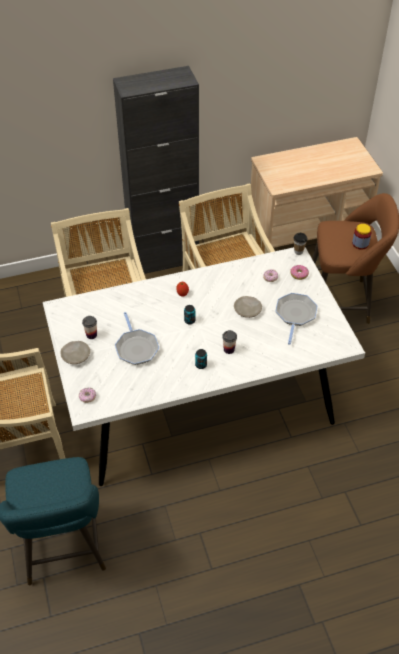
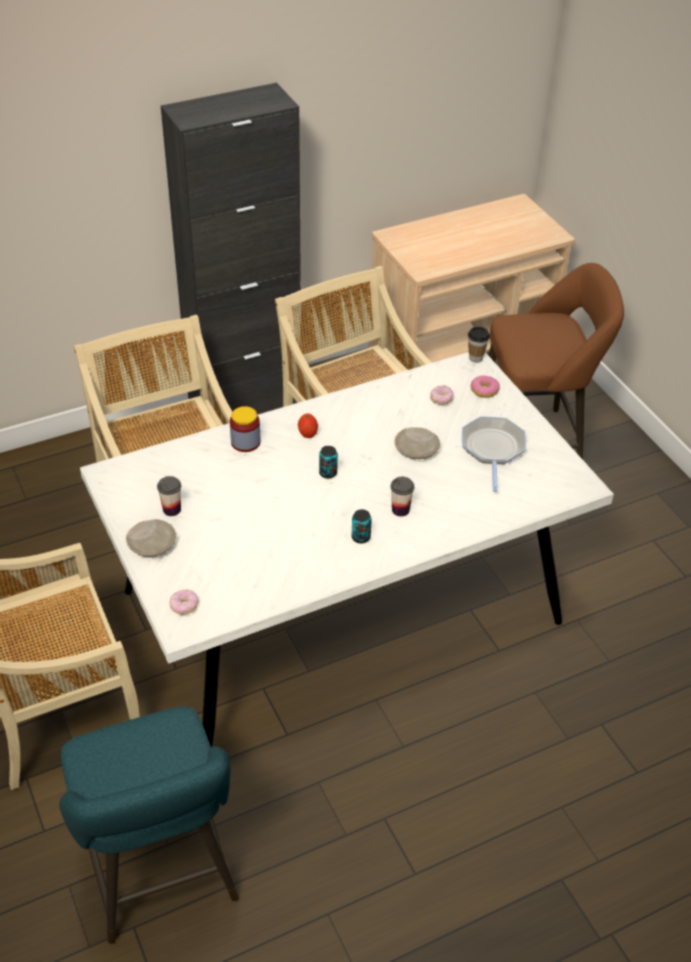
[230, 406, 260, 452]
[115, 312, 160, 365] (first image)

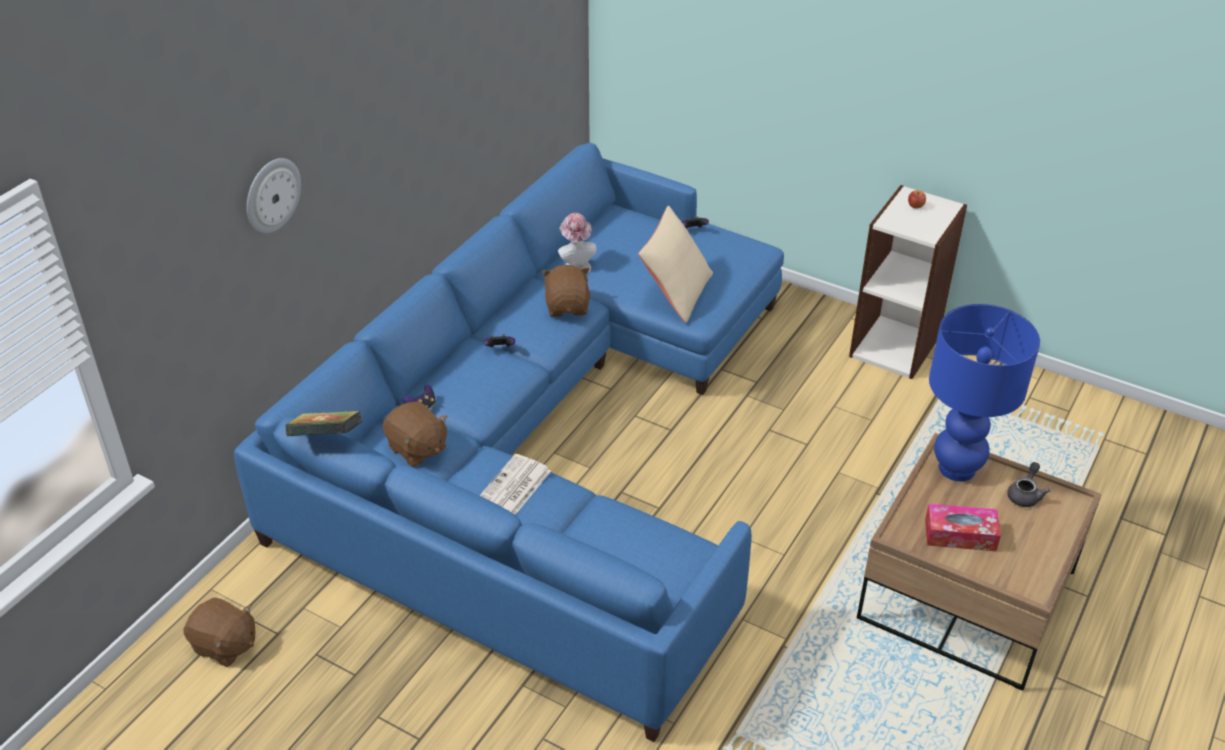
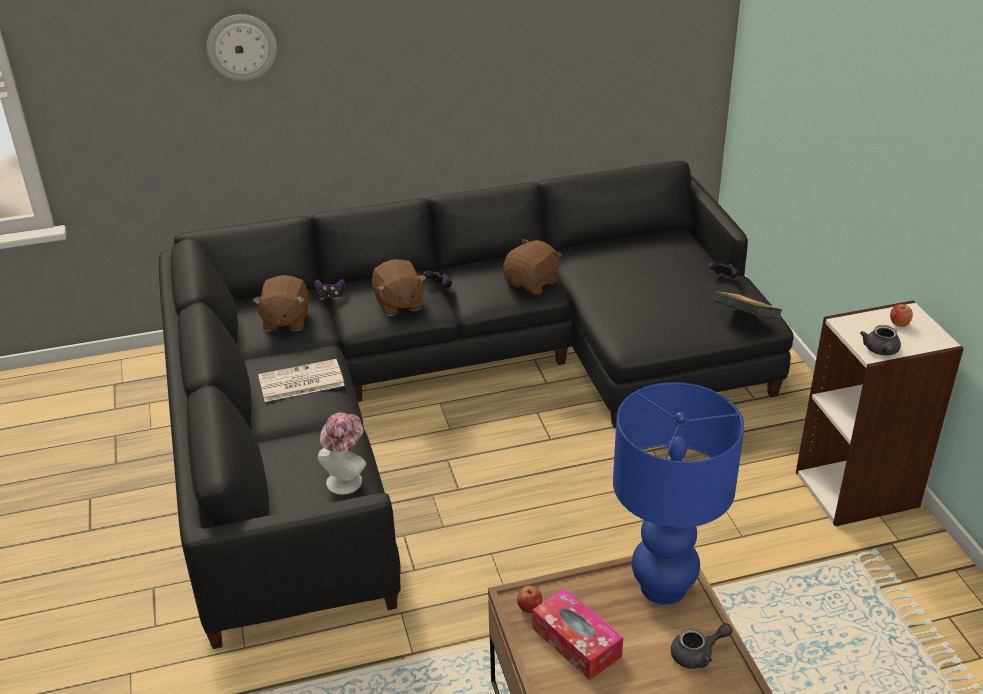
[159, 161, 794, 649]
[638, 206, 713, 323] (first image)
[318, 412, 366, 495]
[714, 291, 782, 319]
[372, 259, 427, 316]
[860, 325, 901, 356]
[517, 586, 542, 613]

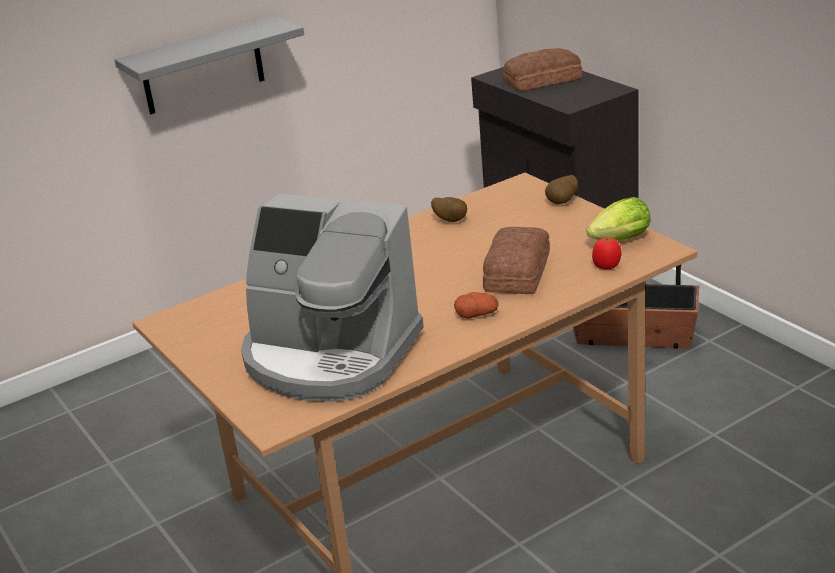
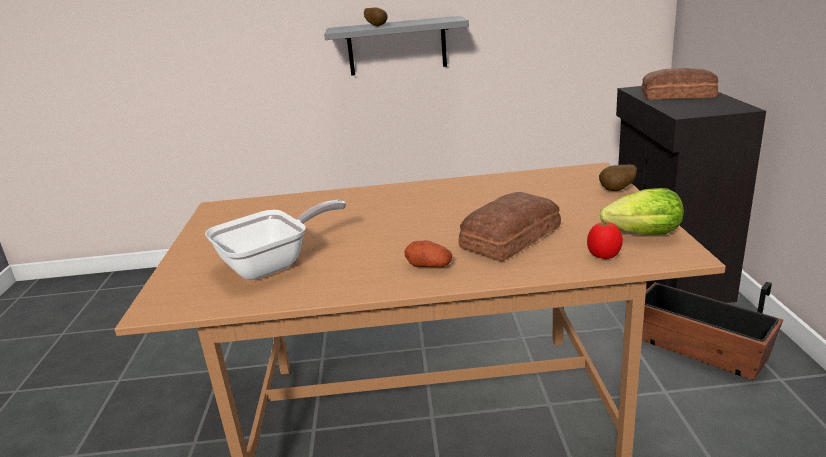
[205, 200, 346, 280]
[364, 7, 388, 26]

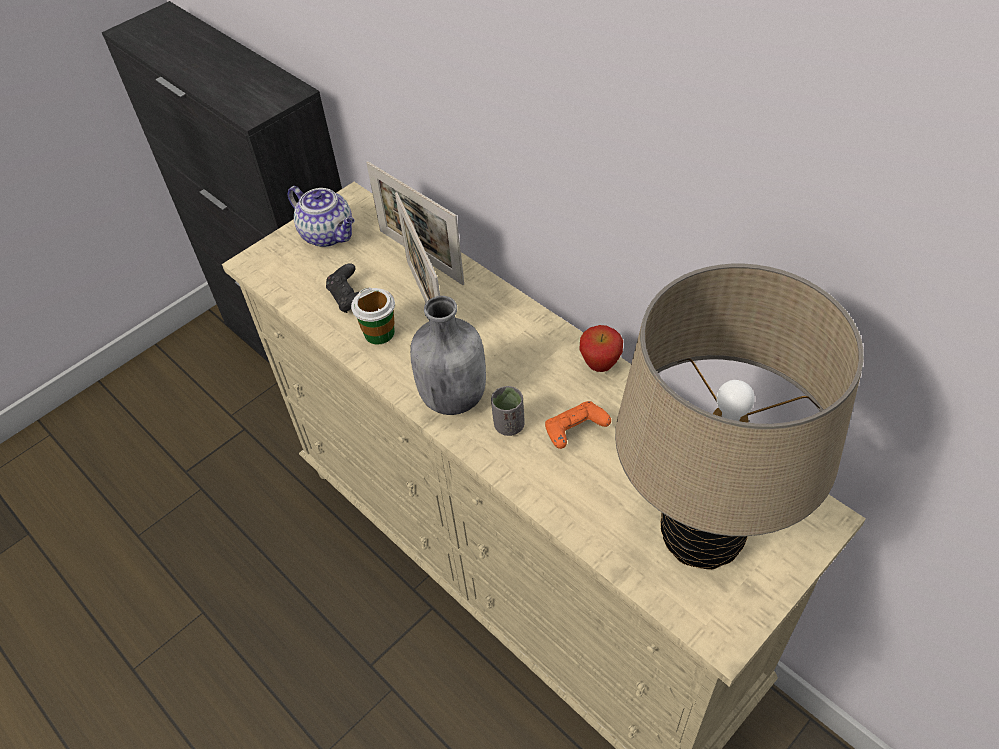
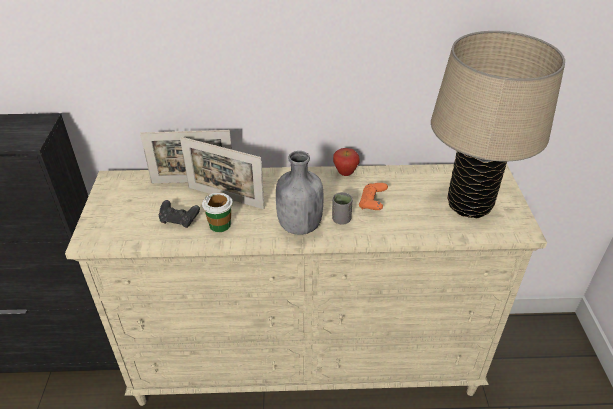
[288, 186, 354, 247] (first image)

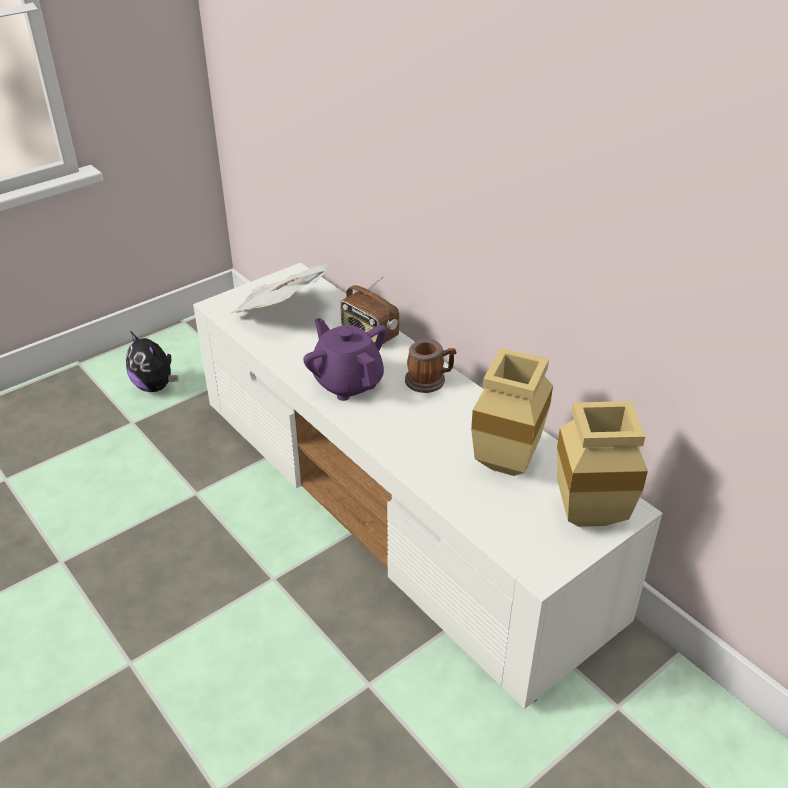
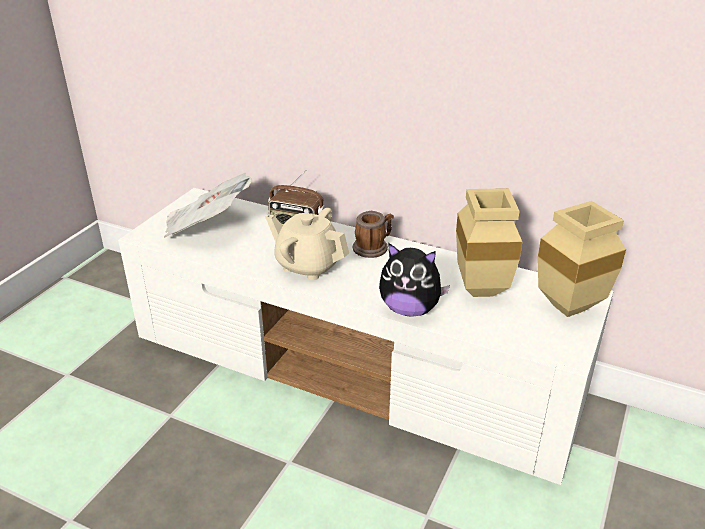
[266, 208, 349, 280]
[379, 243, 450, 317]

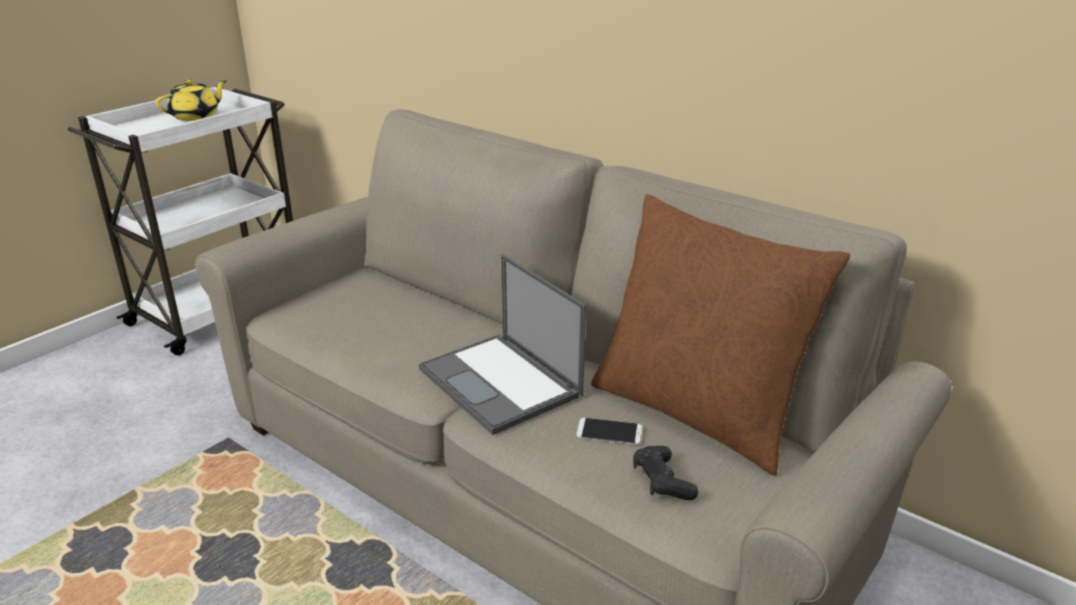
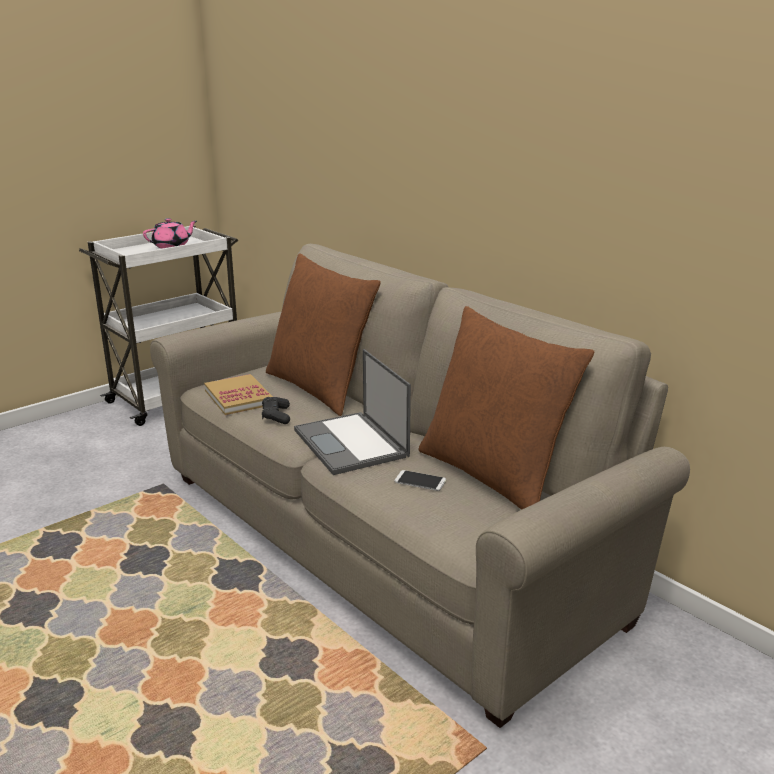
[143, 218, 197, 249]
[262, 397, 290, 424]
[266, 253, 381, 416]
[204, 374, 273, 415]

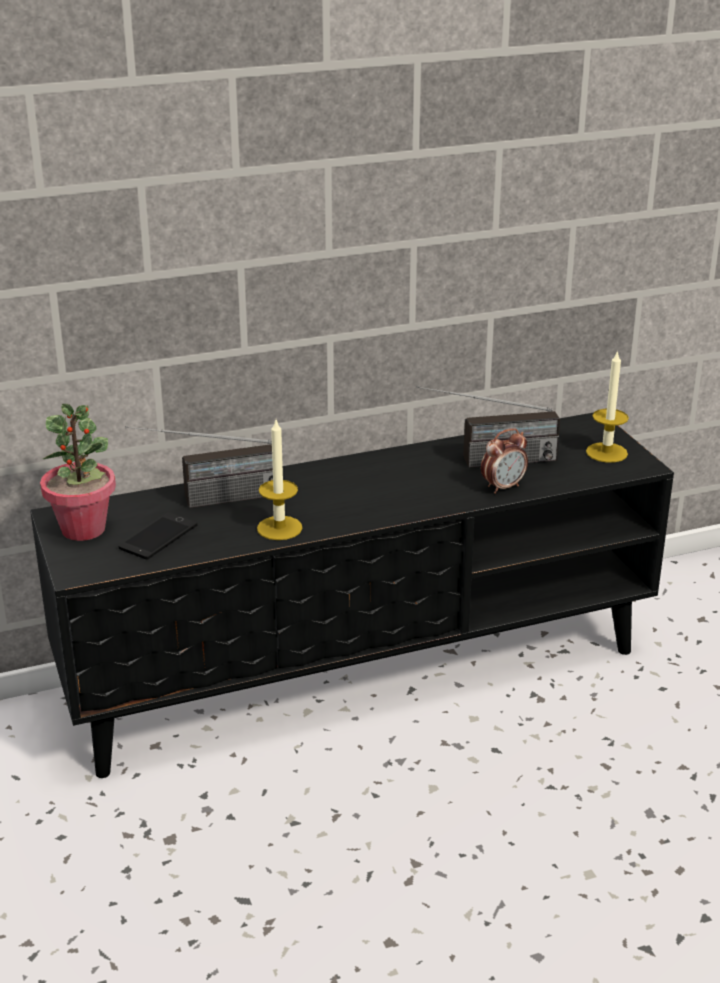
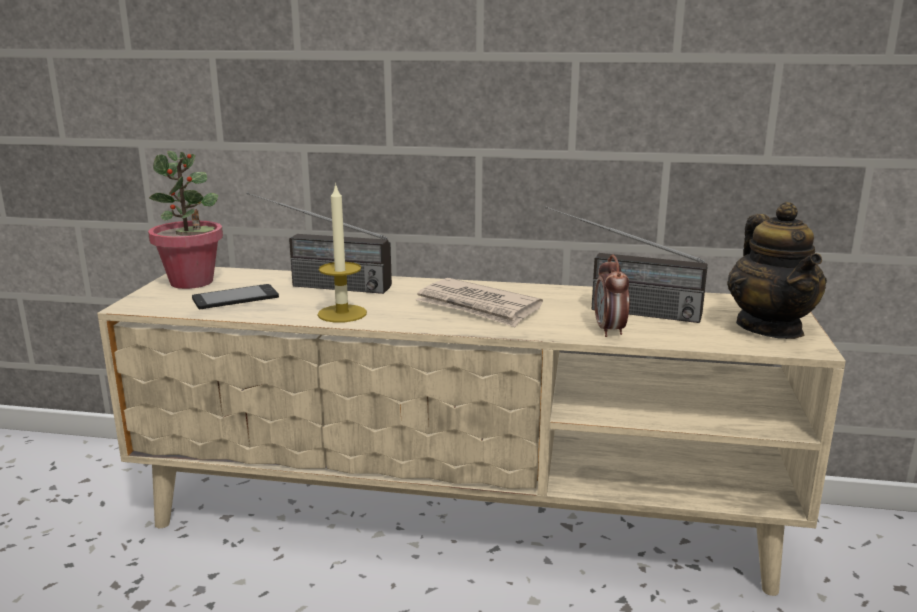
[727, 202, 827, 339]
[97, 267, 846, 596]
[594, 254, 629, 337]
[416, 278, 543, 327]

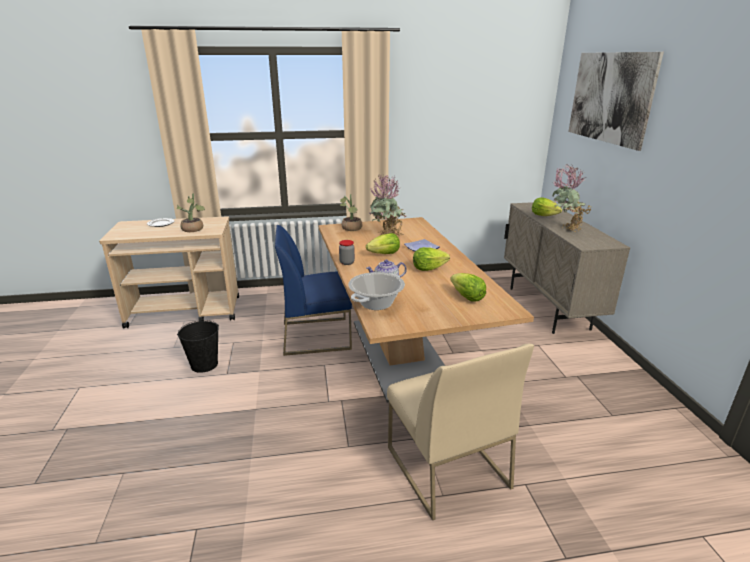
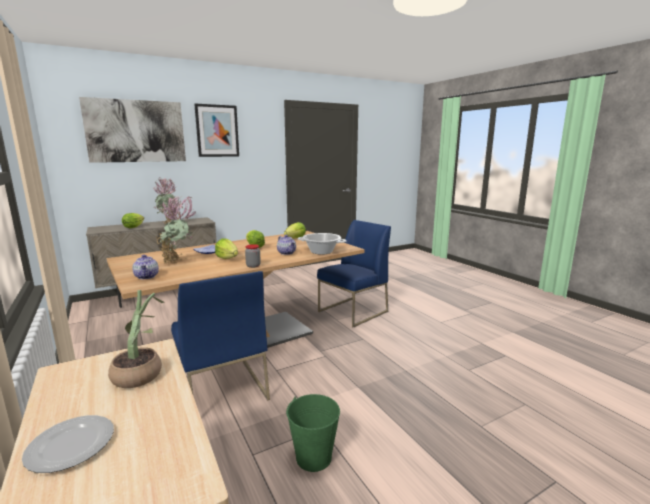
[132, 255, 159, 279]
[286, 394, 340, 472]
[317, 220, 391, 328]
[194, 104, 239, 157]

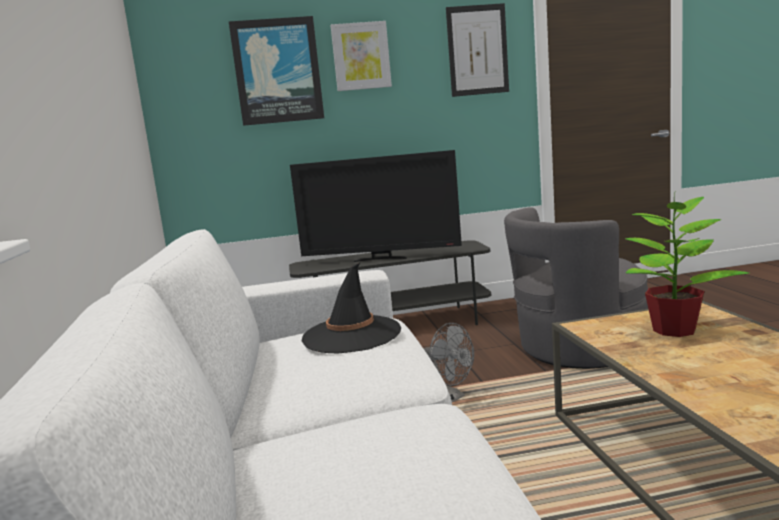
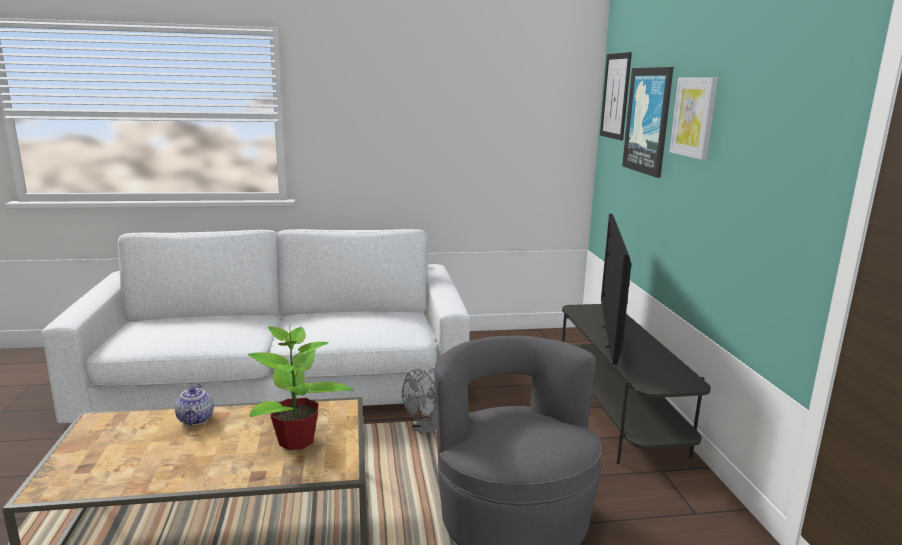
[600, 52, 632, 141]
[302, 263, 401, 353] (first image)
[175, 383, 214, 425]

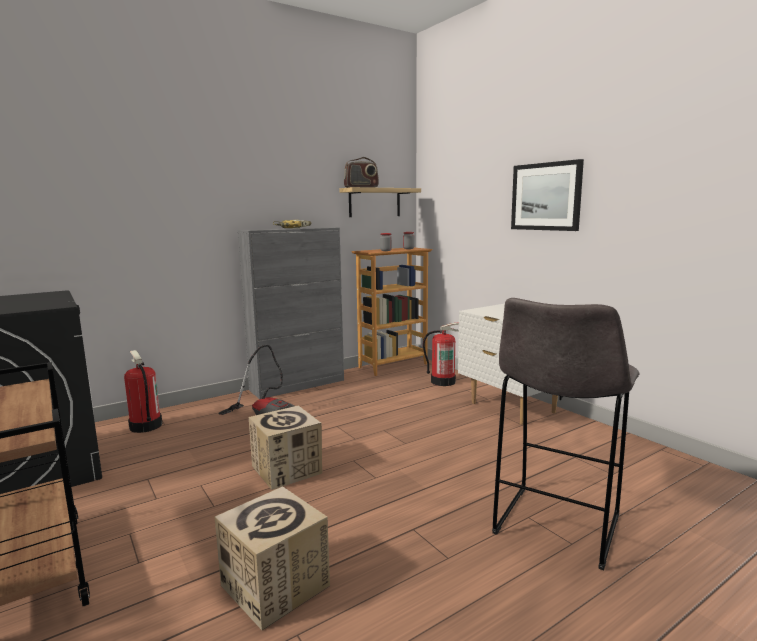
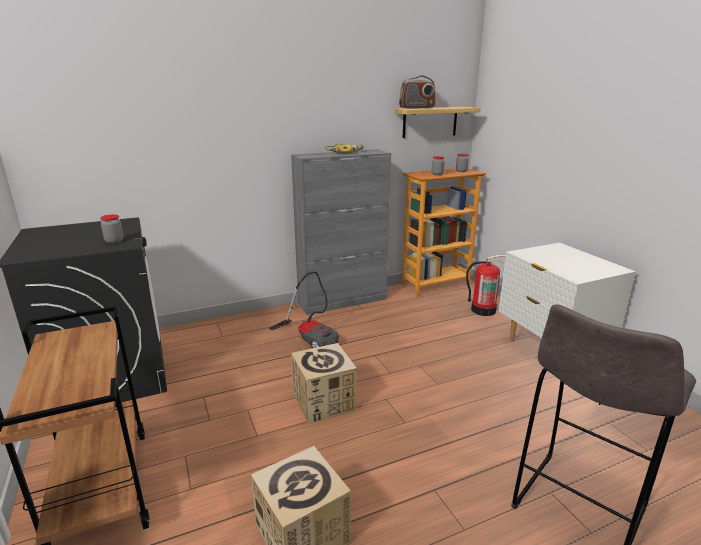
[511, 159, 584, 231] (first image)
[124, 350, 162, 433] (first image)
[100, 214, 124, 244]

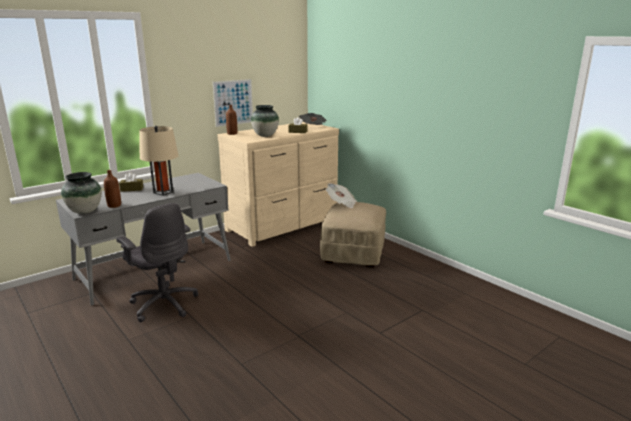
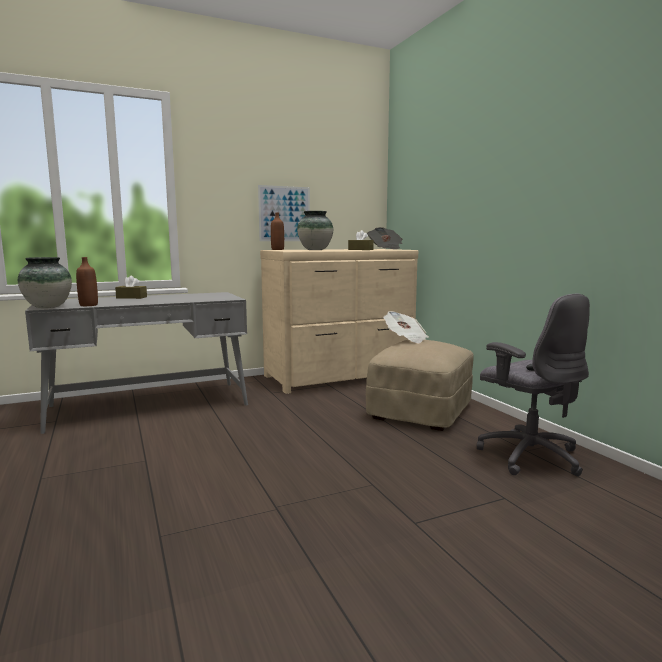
[139, 126, 179, 196] (first image)
[476, 294, 590, 476]

